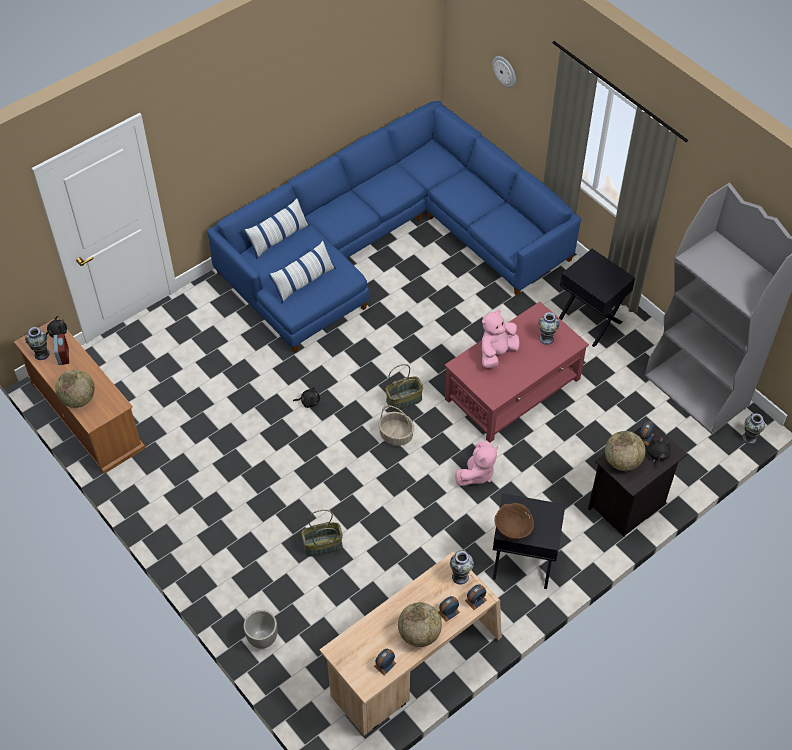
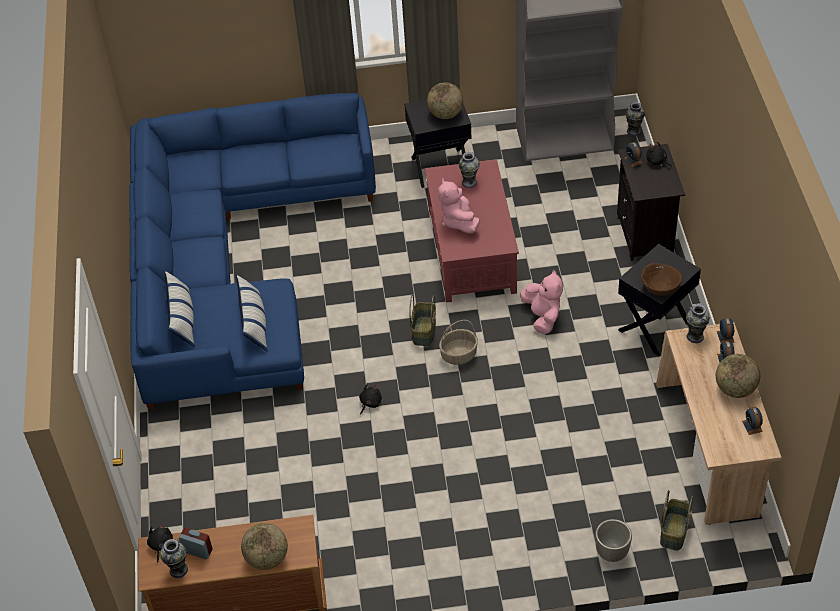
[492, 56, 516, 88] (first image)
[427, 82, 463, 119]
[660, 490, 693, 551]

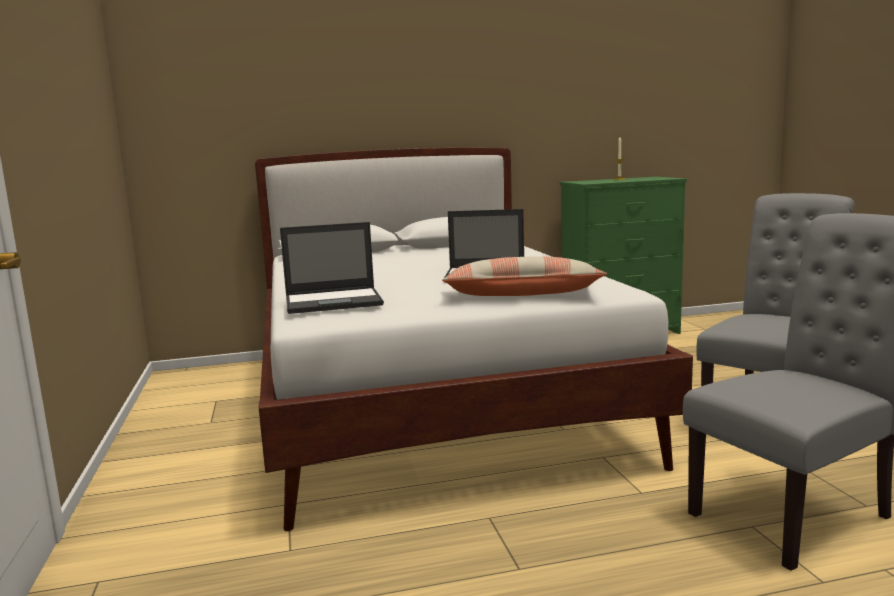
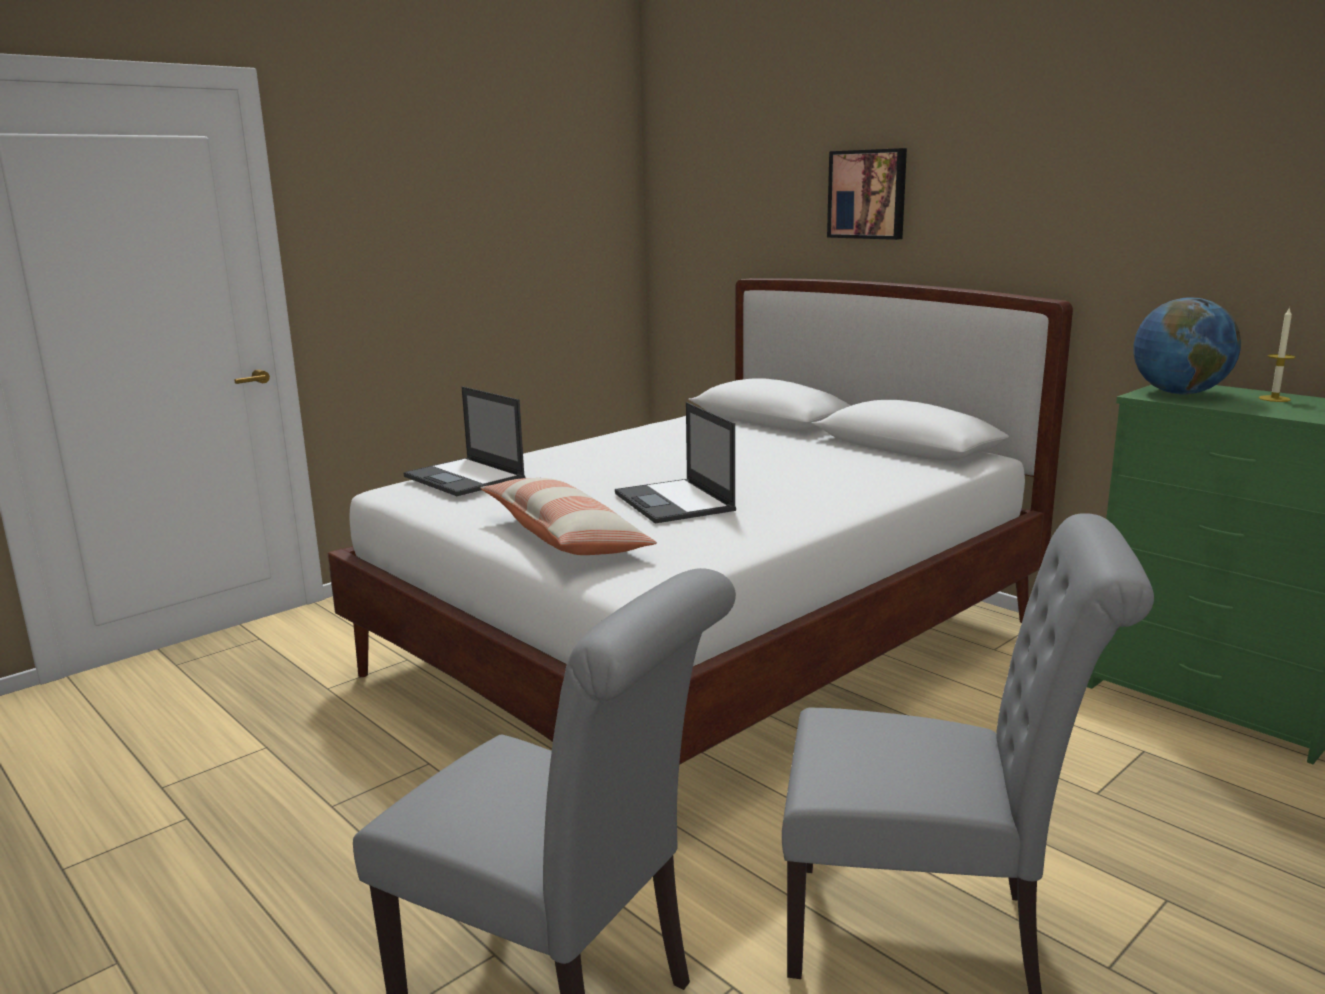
[827, 148, 907, 240]
[1133, 298, 1241, 395]

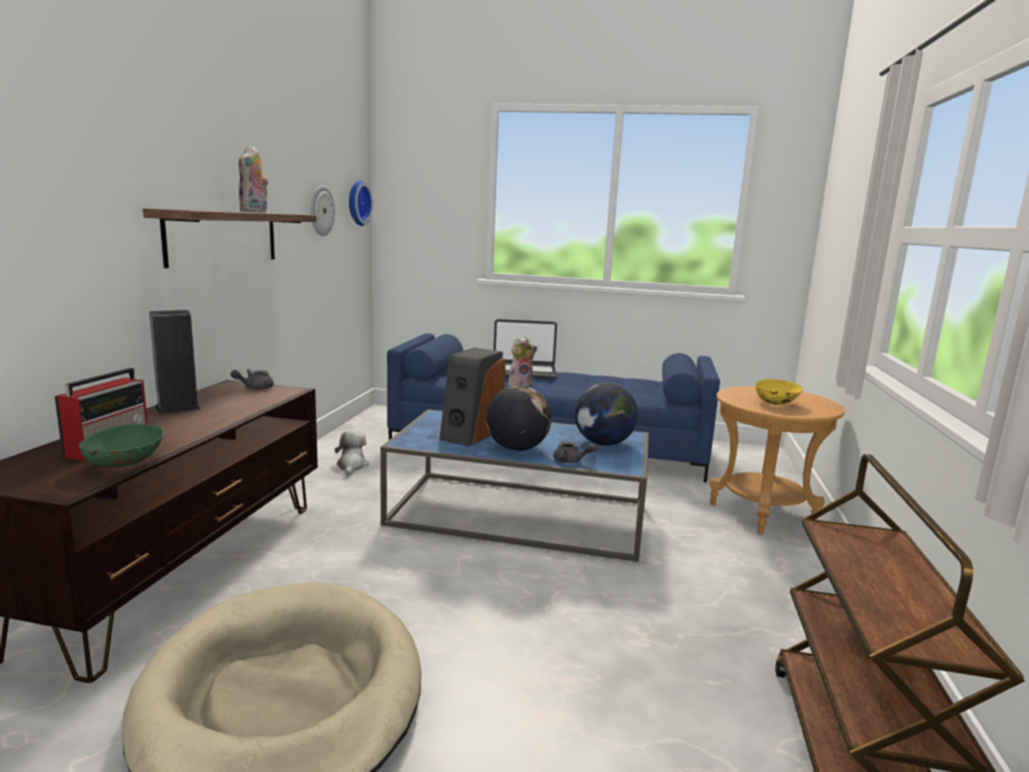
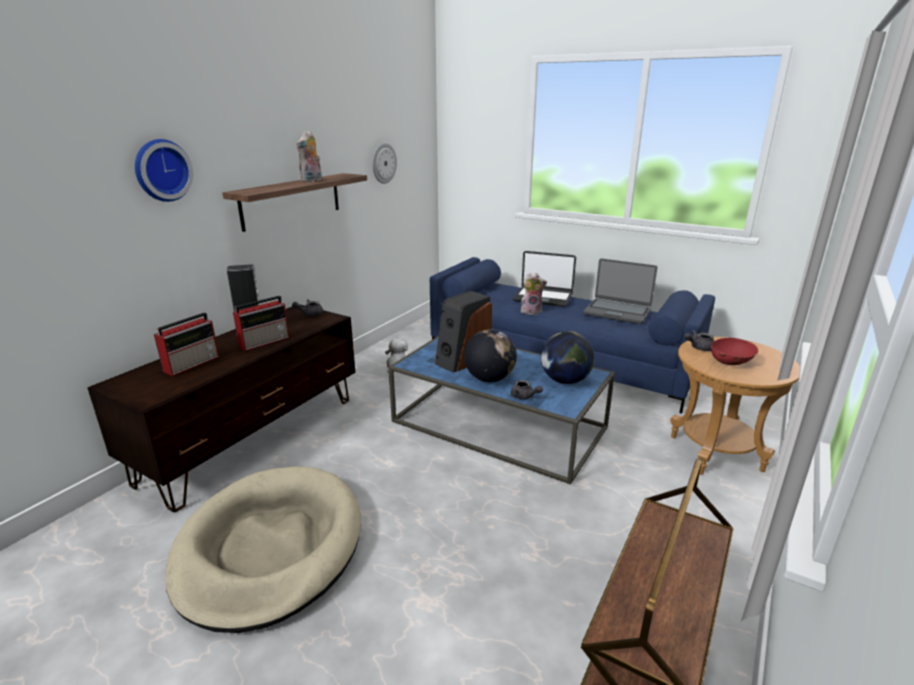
[135, 139, 193, 202]
[711, 338, 758, 365]
[79, 424, 164, 468] (first image)
[583, 258, 657, 324]
[233, 296, 290, 351]
[684, 330, 714, 351]

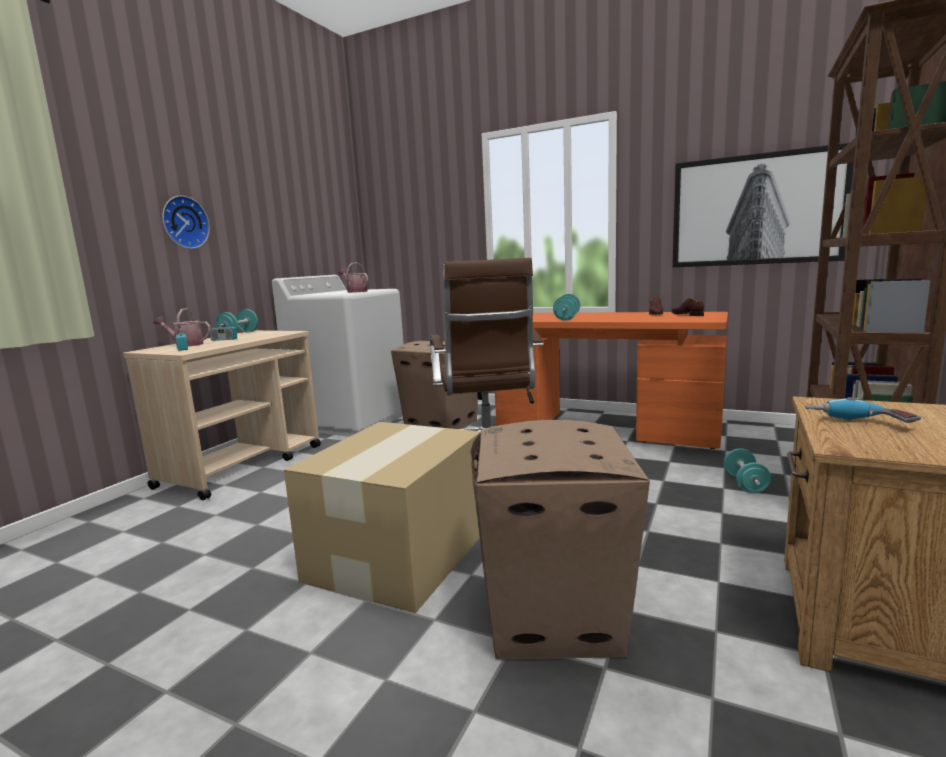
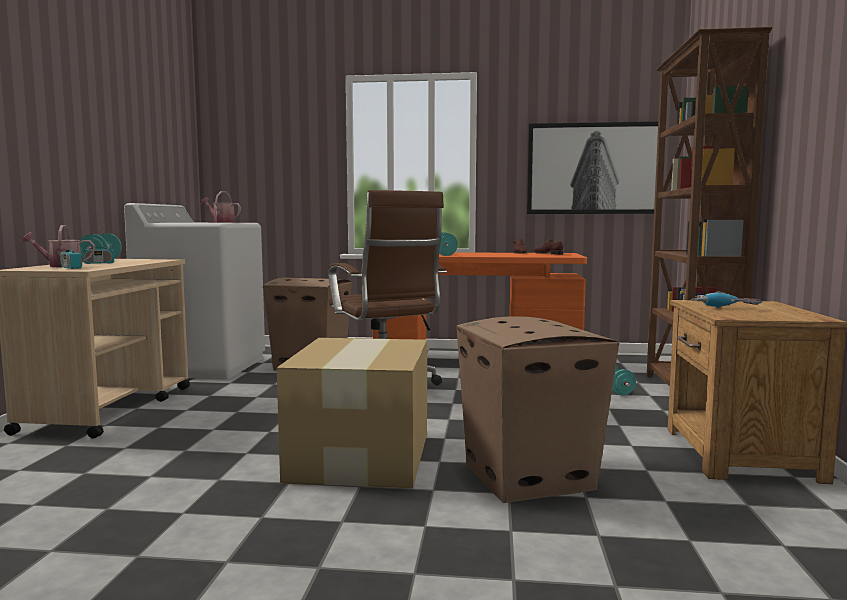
[162, 196, 210, 249] (first image)

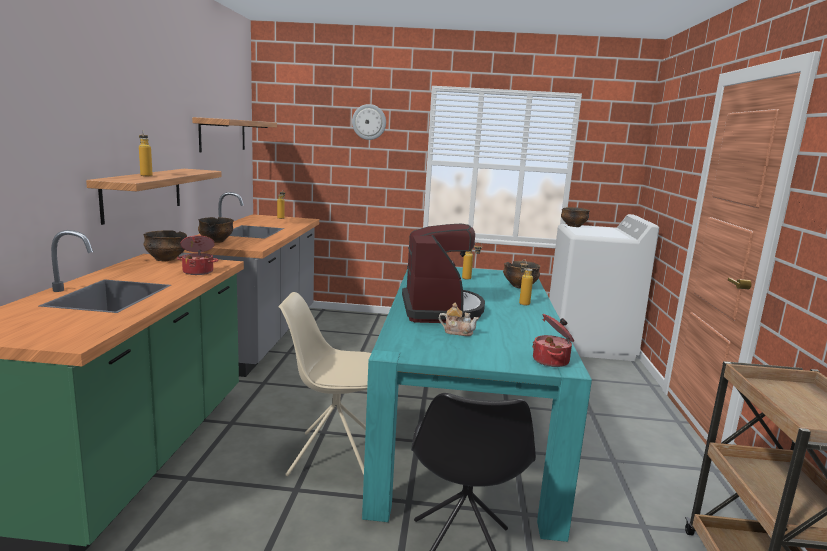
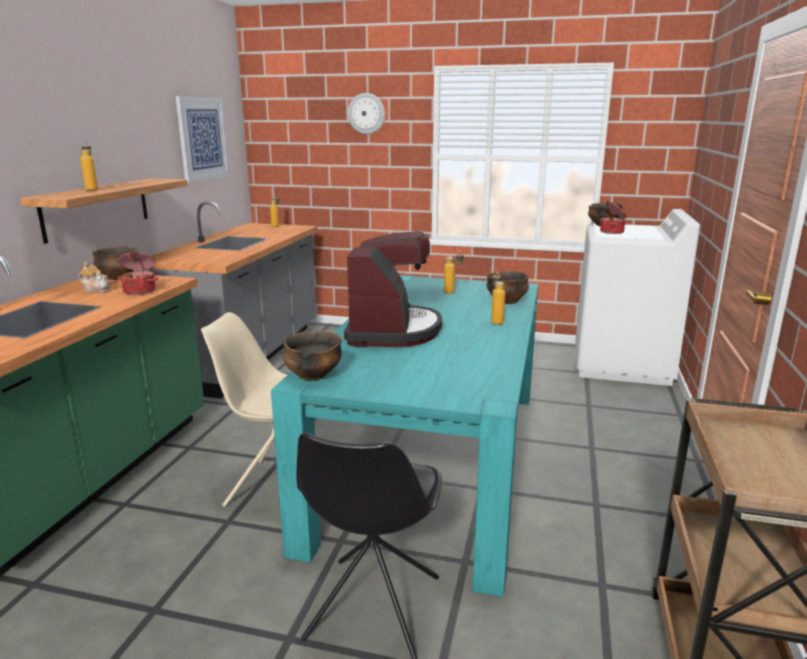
[176, 96, 230, 182]
[283, 331, 342, 380]
[78, 262, 110, 293]
[600, 201, 627, 234]

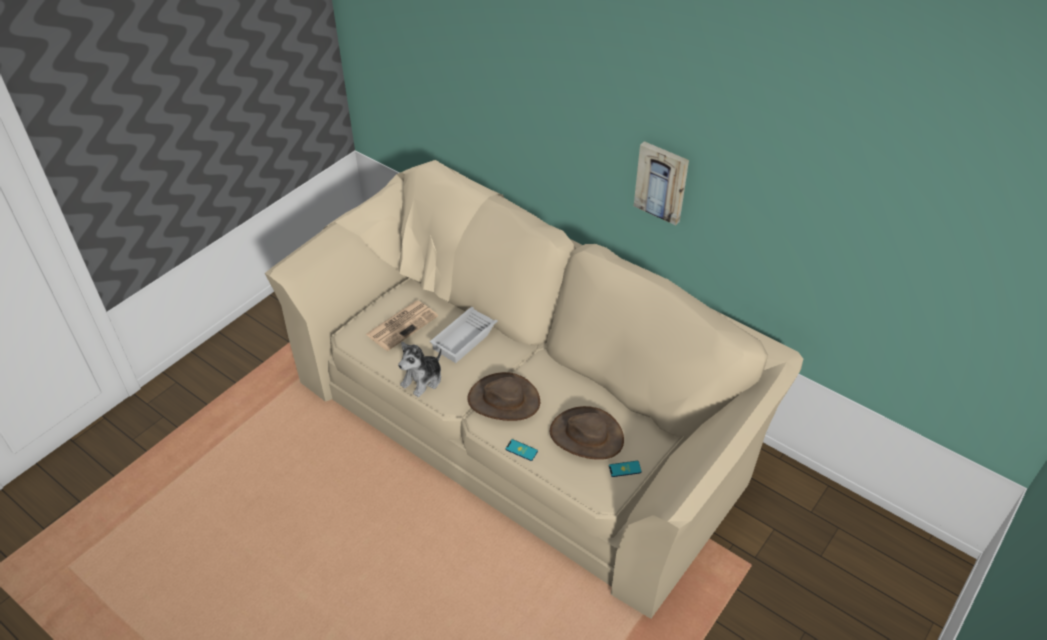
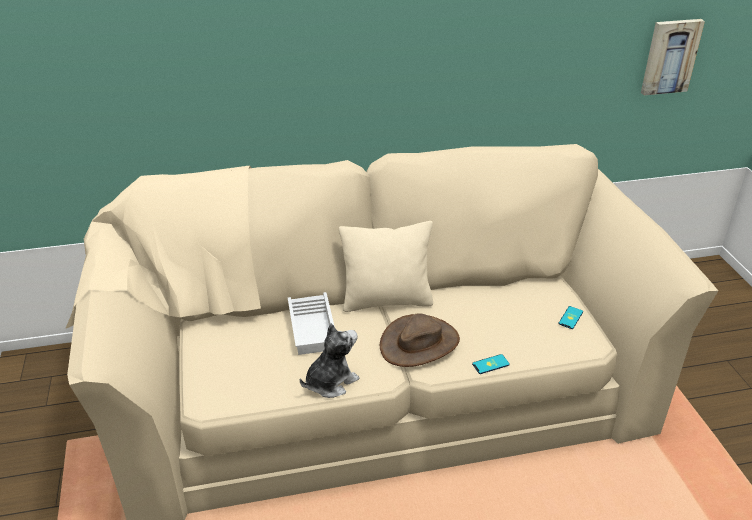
[641, 19, 705, 95]
[365, 300, 438, 351] (first image)
[300, 323, 359, 398]
[550, 406, 624, 460] (first image)
[339, 221, 433, 312]

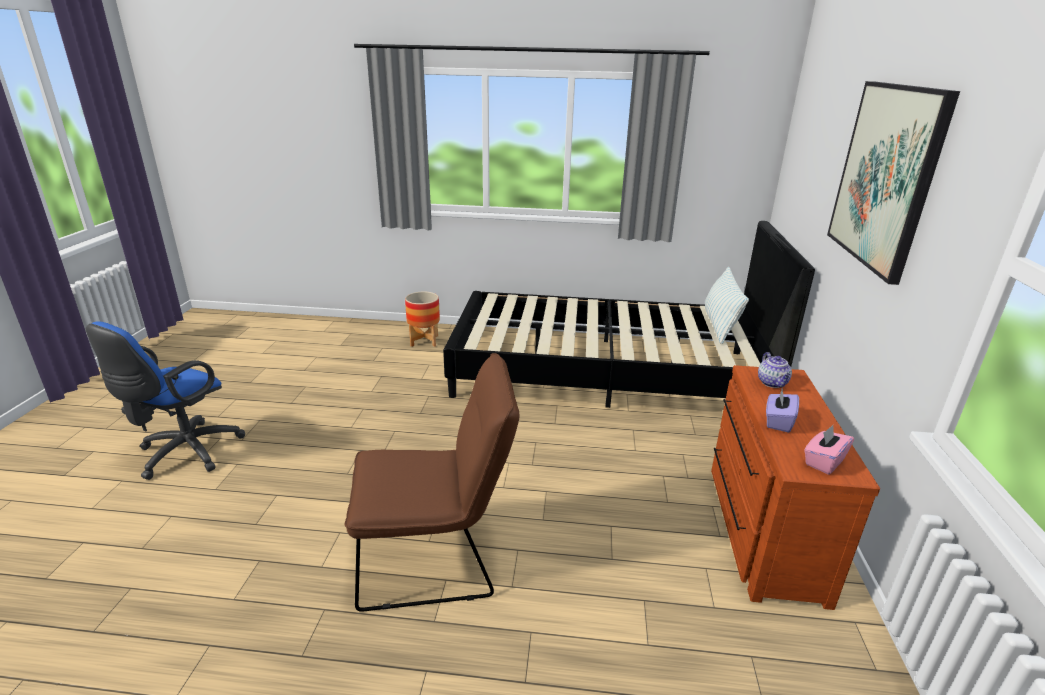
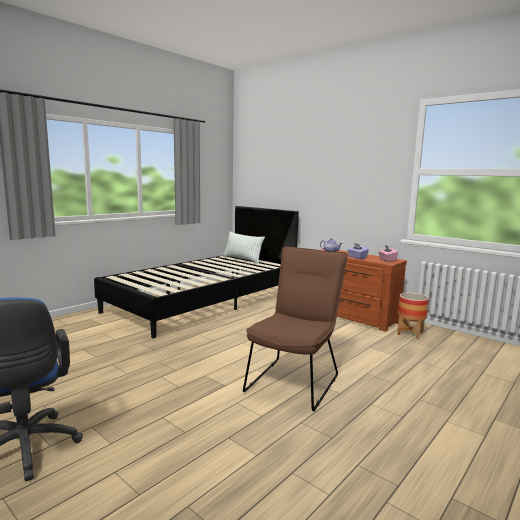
[827, 81, 960, 285] (first image)
[397, 293, 429, 339]

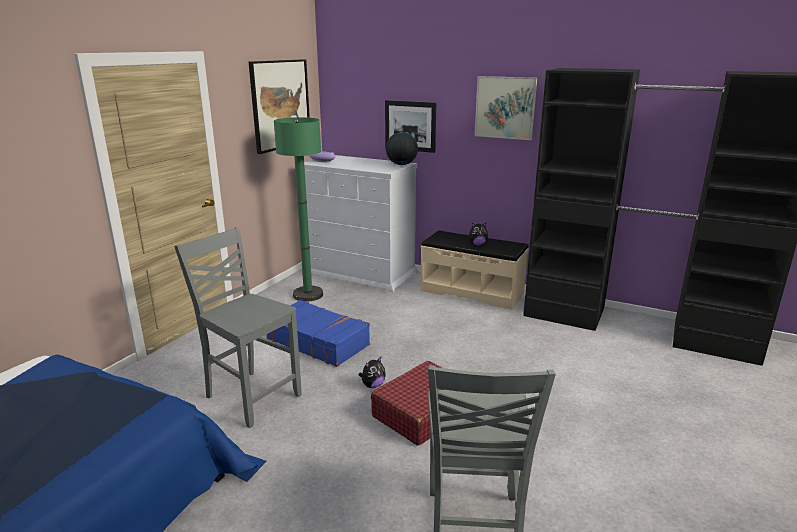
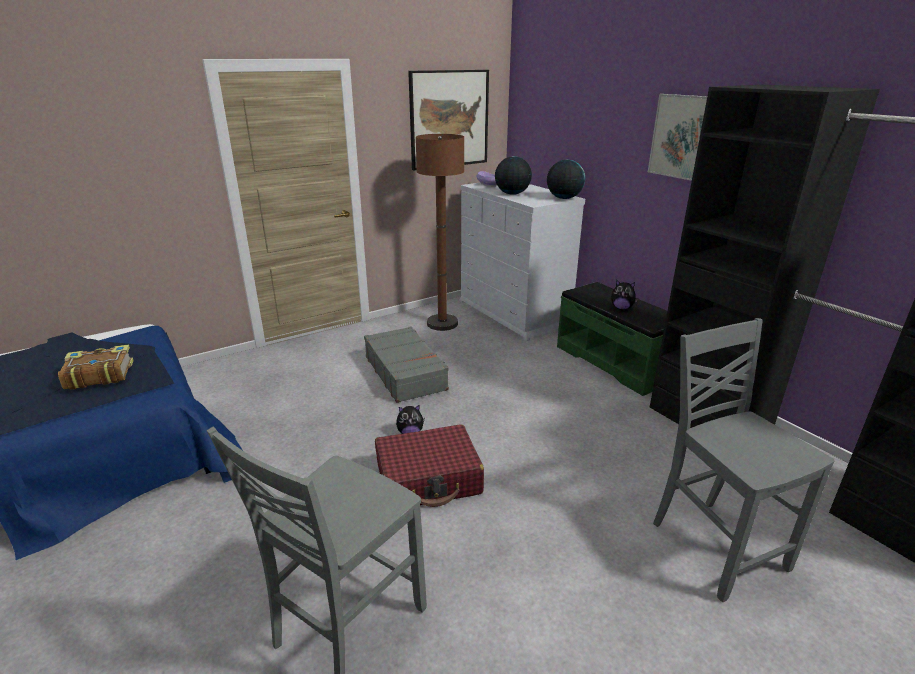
[385, 100, 436, 153] (first image)
[416, 134, 464, 331]
[653, 318, 834, 602]
[557, 282, 667, 396]
[364, 326, 449, 403]
[495, 156, 532, 195]
[58, 344, 134, 390]

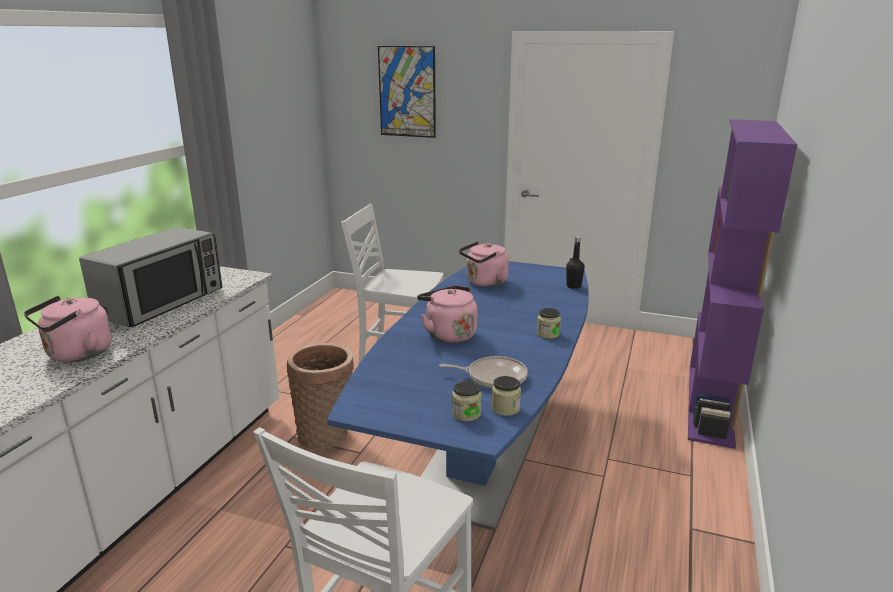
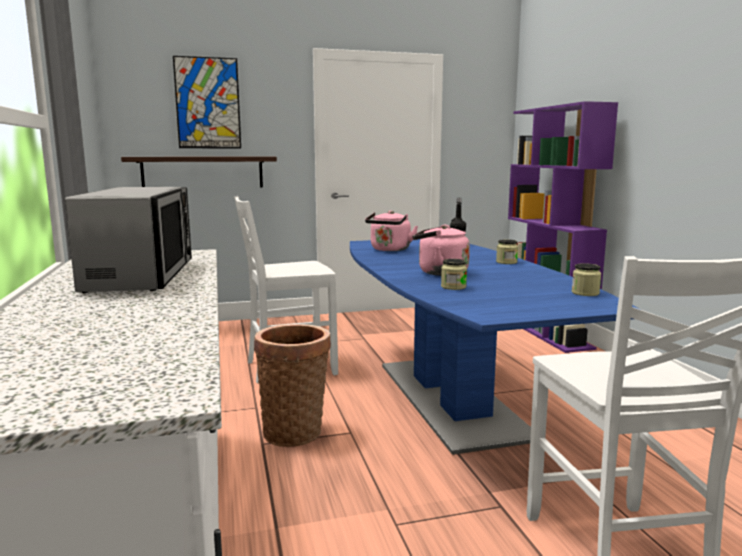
[24, 296, 112, 362] (first image)
[439, 356, 528, 388] (first image)
[441, 259, 467, 290]
[121, 157, 277, 188]

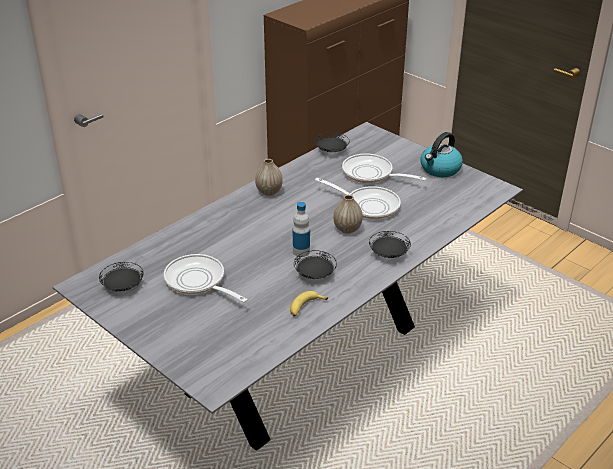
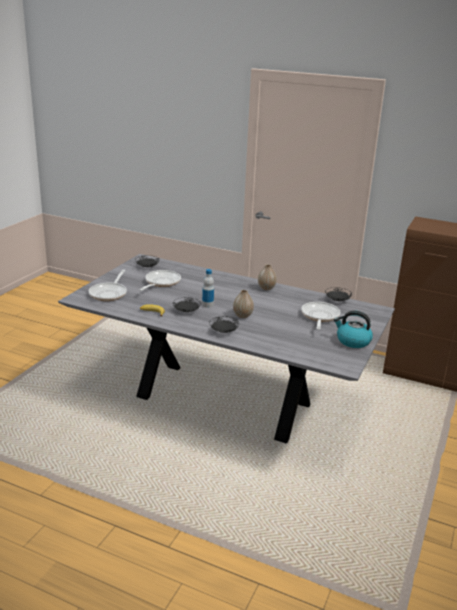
[89, 270, 127, 301]

